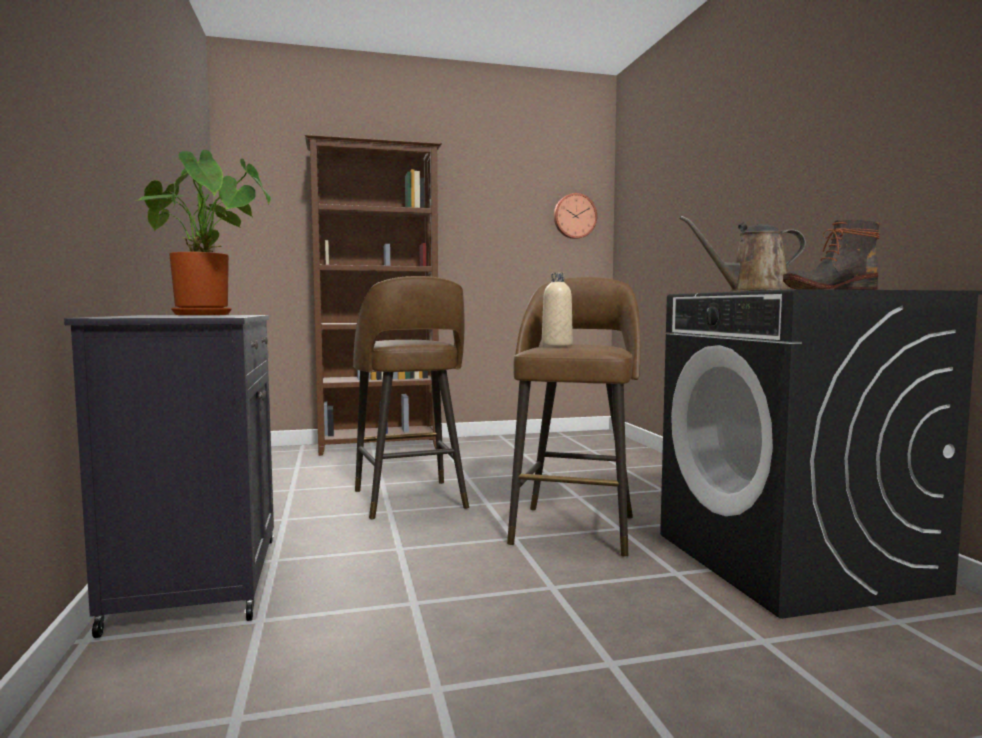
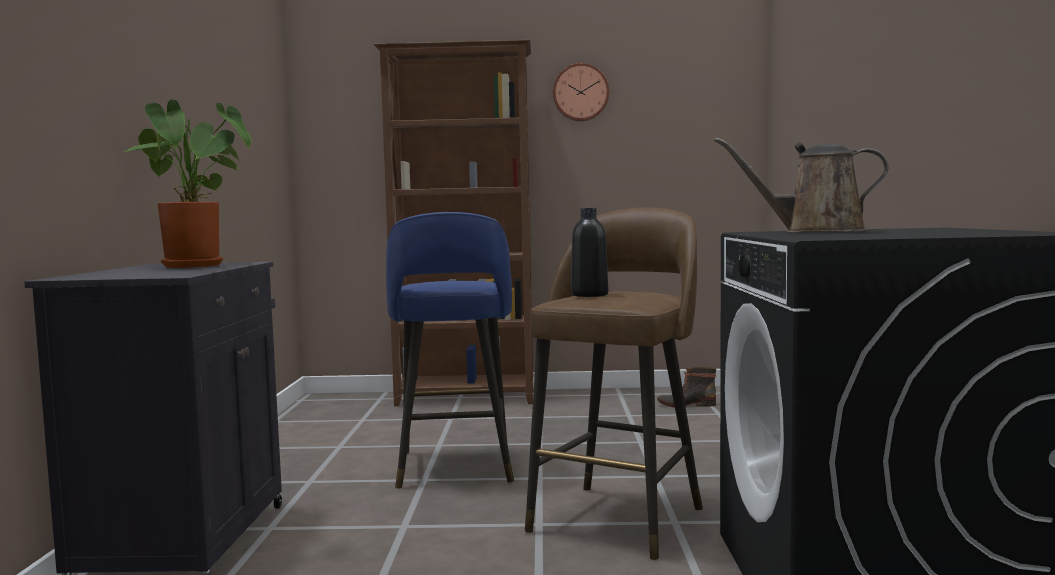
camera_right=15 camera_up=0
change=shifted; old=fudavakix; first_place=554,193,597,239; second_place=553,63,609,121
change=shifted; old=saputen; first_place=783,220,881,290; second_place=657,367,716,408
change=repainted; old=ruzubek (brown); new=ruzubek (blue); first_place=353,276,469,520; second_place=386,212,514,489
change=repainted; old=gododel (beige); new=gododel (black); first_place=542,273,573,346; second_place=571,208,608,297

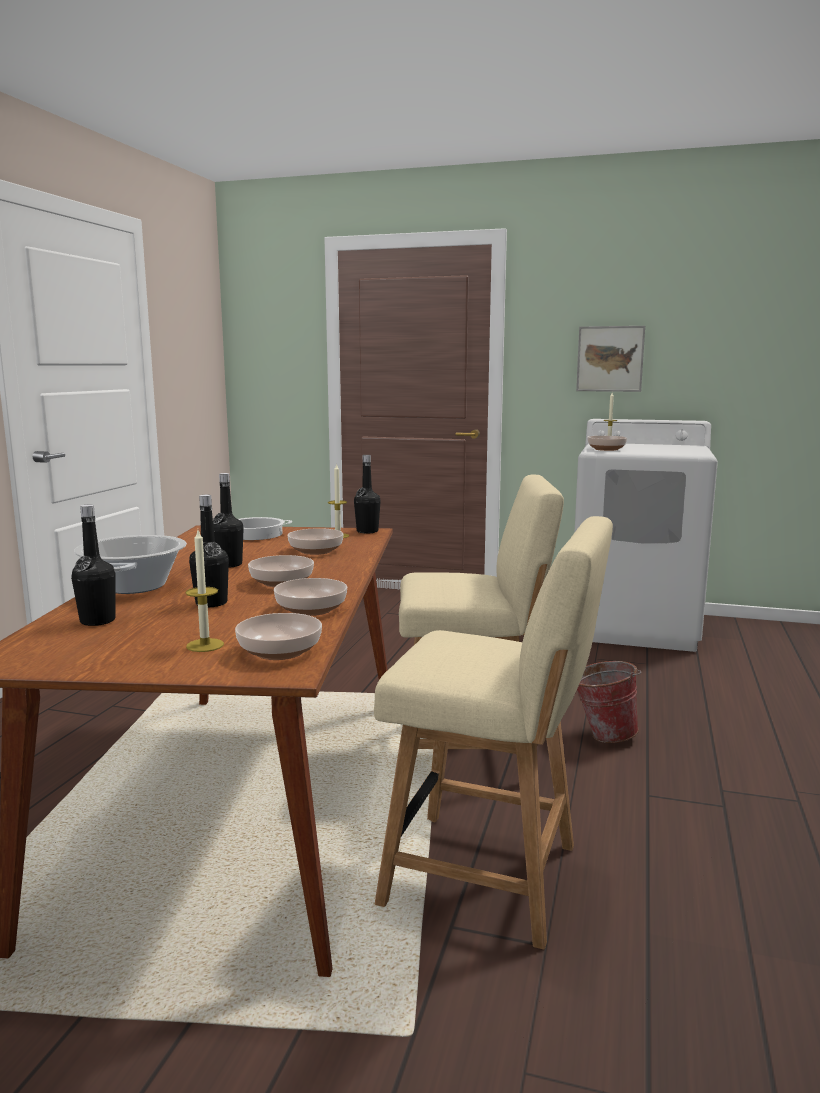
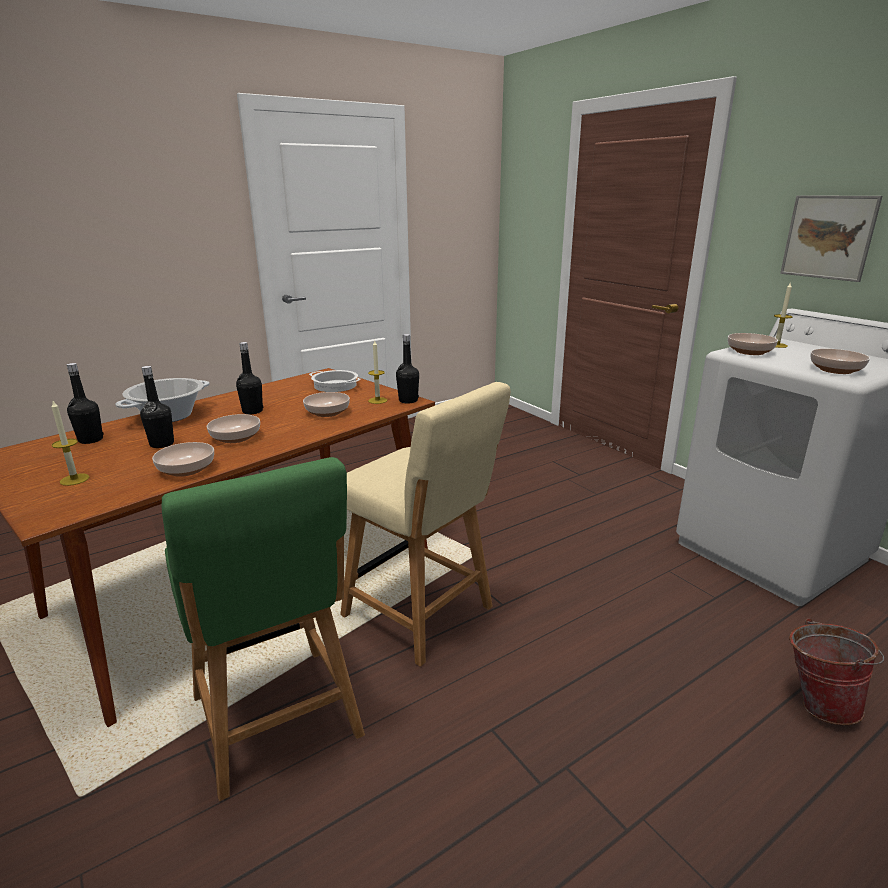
camera_right=40 camera_up=10
change=shifted; old=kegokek; first_place=235,613,322,660; second_place=810,349,870,374
change=shifted; old=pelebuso; first_place=577,661,642,743; second_place=789,619,884,725
change=repainted; old=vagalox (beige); new=vagalox (green); first_place=374,516,613,950; second_place=162,457,365,801

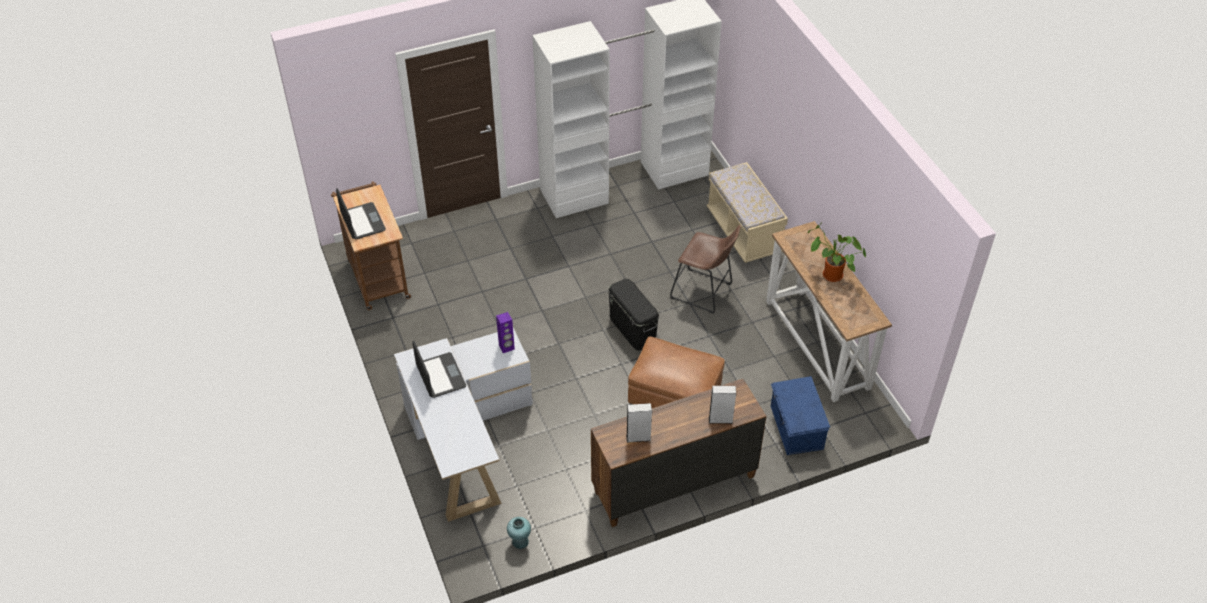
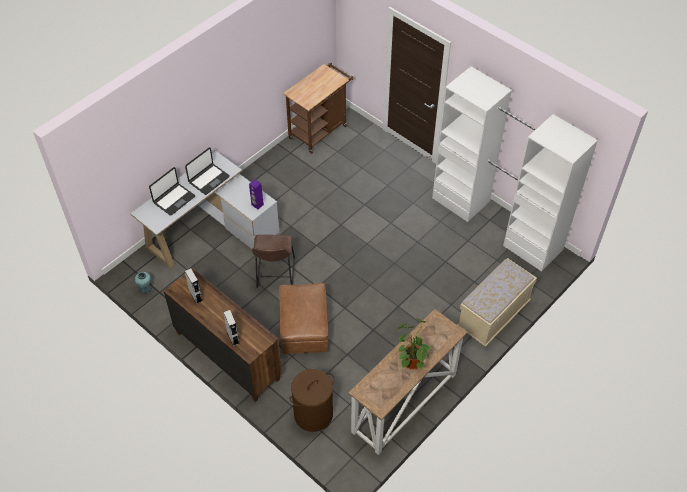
camera_right=65 camera_up=5
change=gone; old=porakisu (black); first_place=608,279,659,351
change=shifted; old=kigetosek; first_place=336,188,386,239; second_place=149,167,195,216
change=shifted; old=ruzubek (brown); first_place=670,225,741,314; second_place=252,235,295,288
change=swapped; old=porakisu (blue); new=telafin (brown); first_place=771,376,830,455; second_place=290,369,335,432

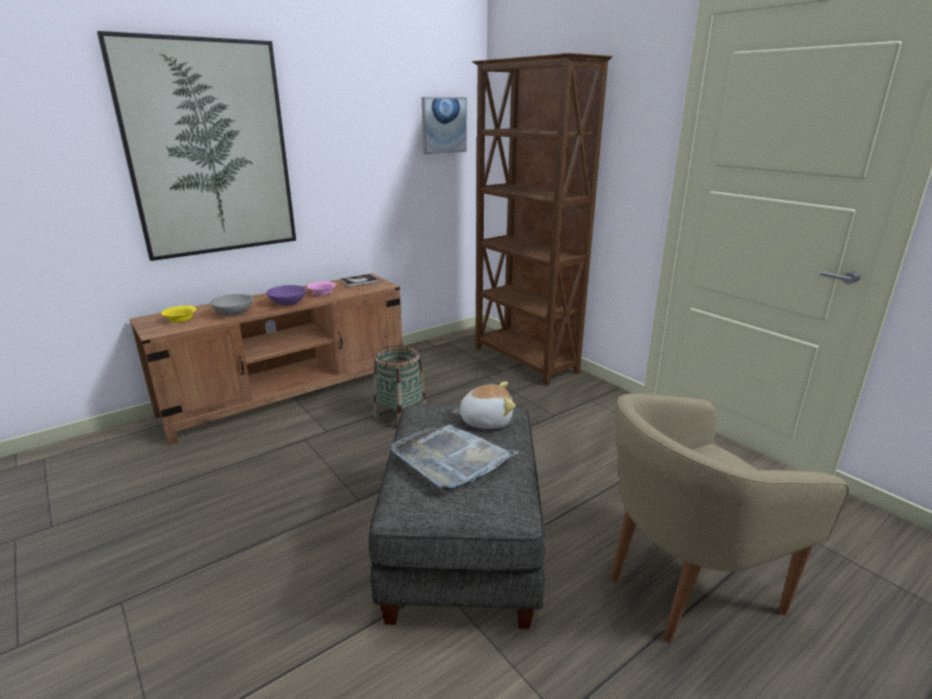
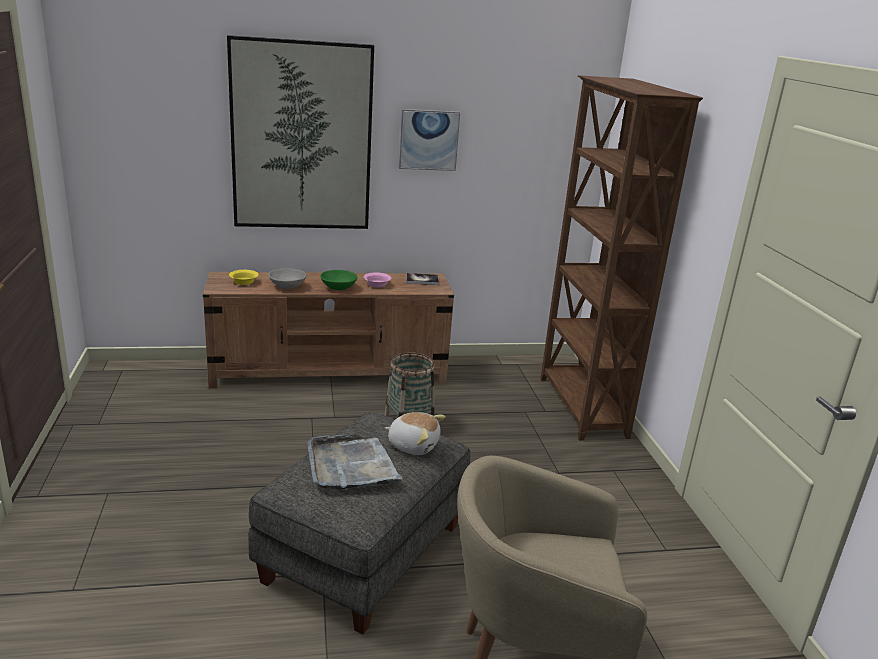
camera_right=25 camera_up=0
change=shifted; old=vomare; first_place=422,97,467,154; second_place=399,109,460,171
change=repainted; old=kegokek (purple); new=kegokek (green); first_place=266,285,306,306; second_place=320,270,357,290

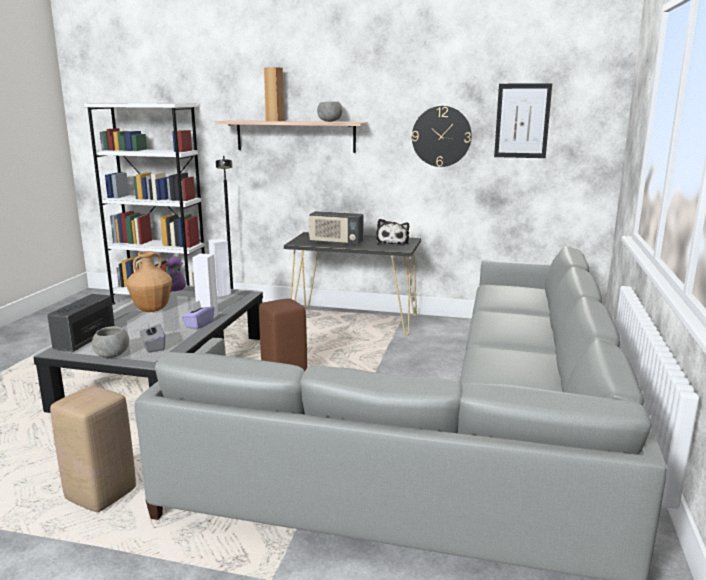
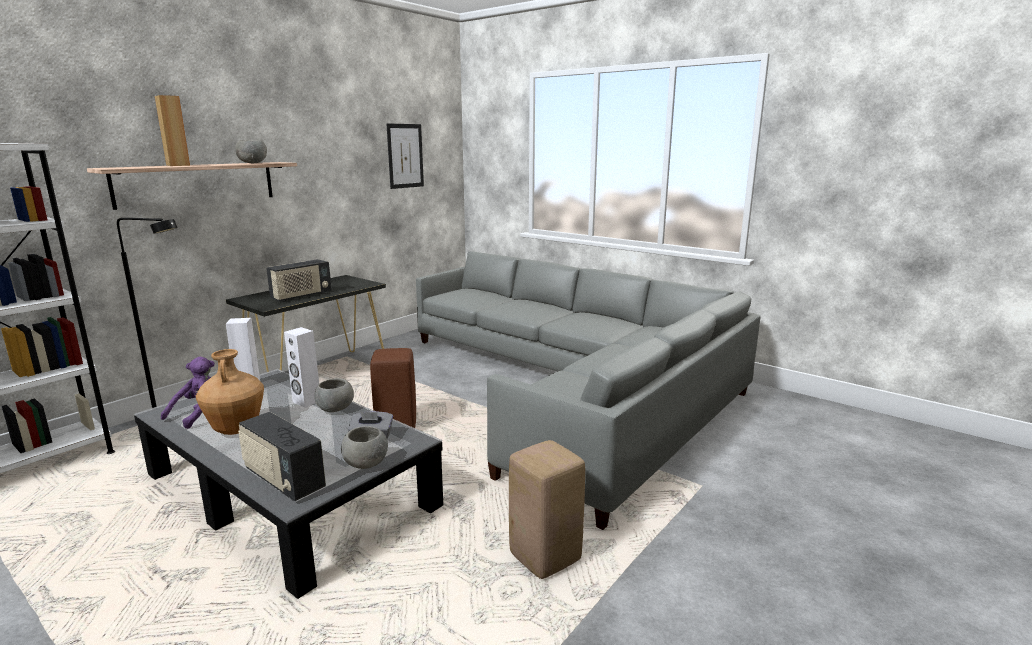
camera_right=-65 camera_up=0
change=gone; old=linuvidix; first_place=376,219,409,245
change=gone; old=fudavakix; first_place=412,106,472,167
change=swapped; old=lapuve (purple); new=kegokek (grey); first_place=182,301,215,329; second_place=314,378,354,412

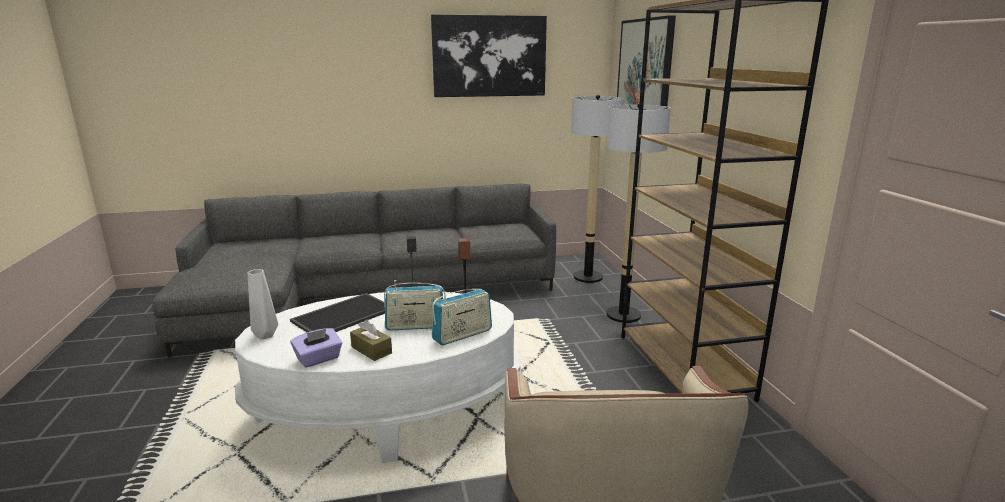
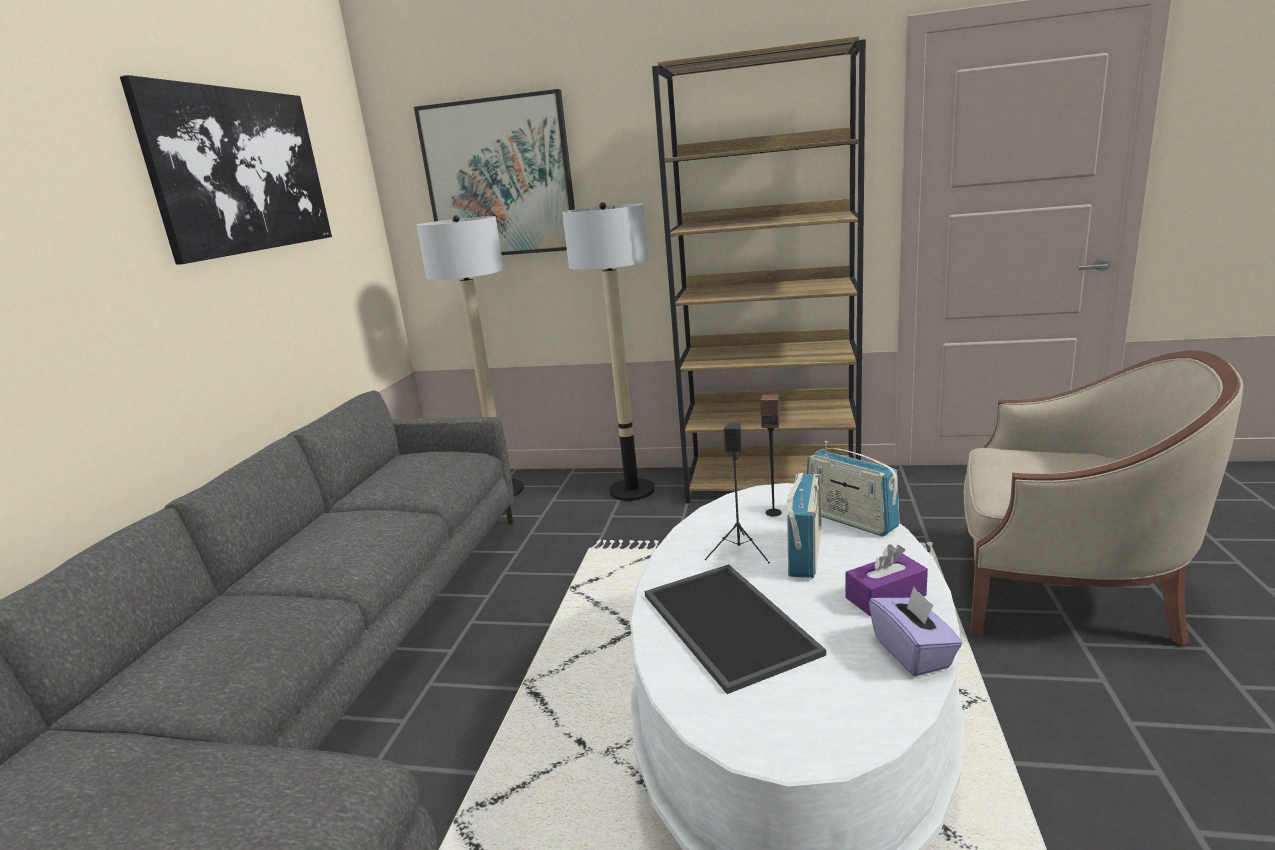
camera_right=-65 camera_up=0
change=gone; old=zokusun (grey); first_place=248,269,278,339
change=repainted; old=lapuve (brown); new=lapuve (purple); first_place=350,319,392,361; second_place=845,544,928,616
change=rotated; old=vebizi; first_place=432,289,492,345; second_place=807,441,900,536; degrees=150

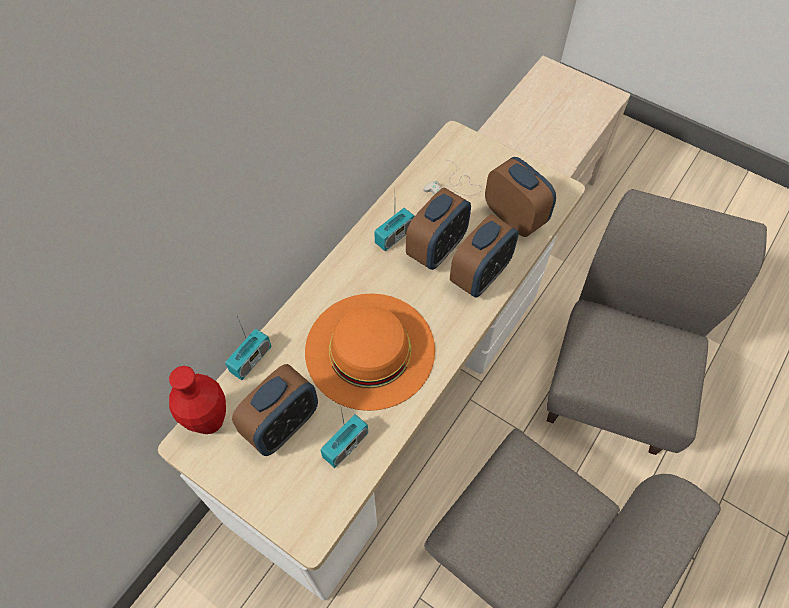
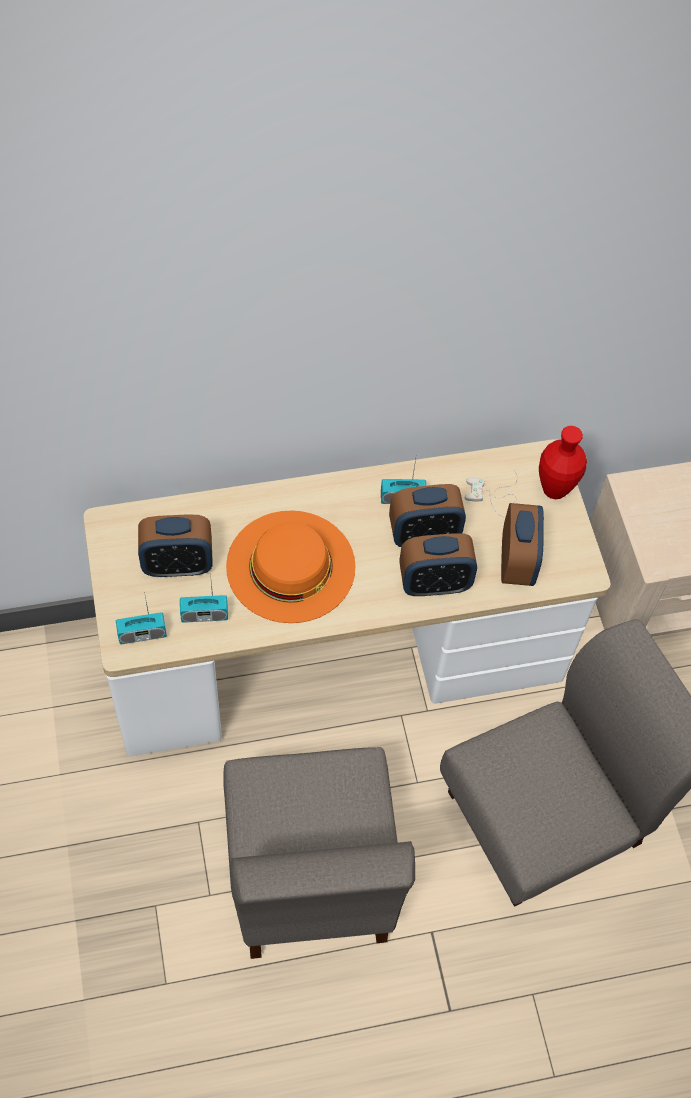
camera_right=40 camera_up=0
change=shifted; old=zokusun (red); first_place=169,366,226,434; second_place=539,426,587,499
change=shifted; old=vebizi; first_place=225,316,271,380; second_place=116,591,167,644

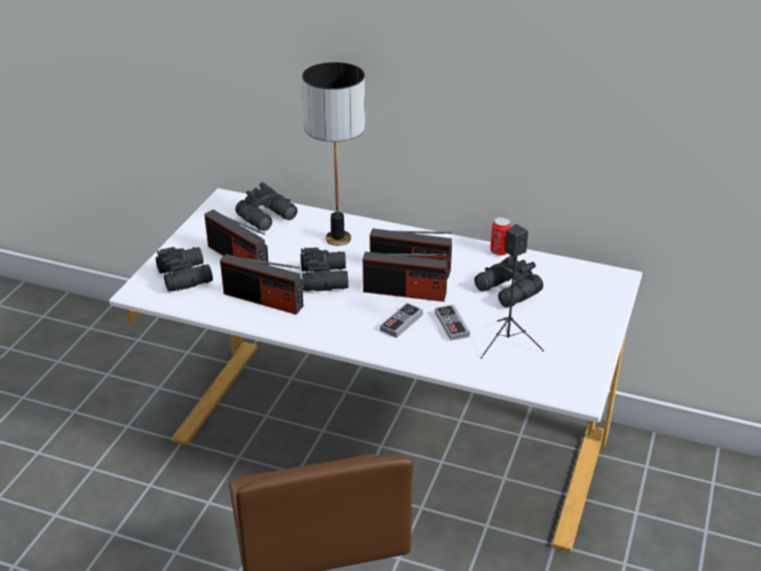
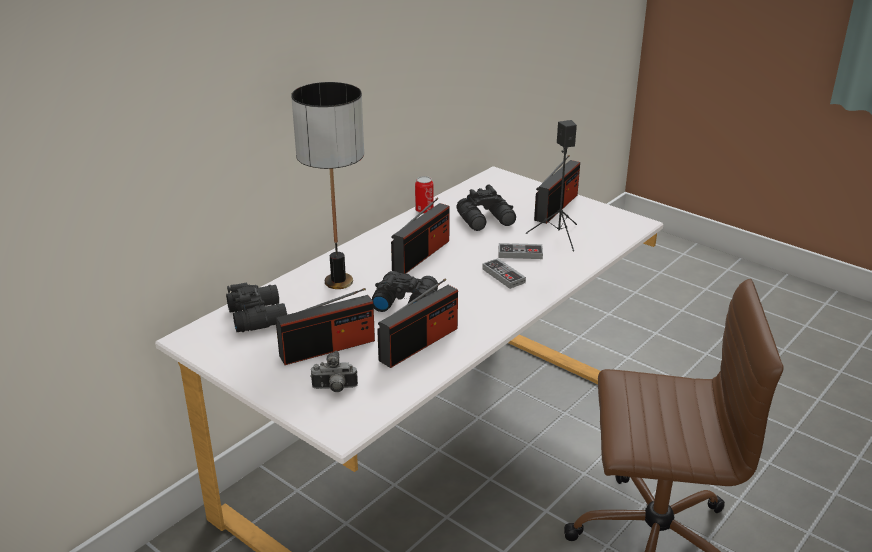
camera_right=-70 camera_up=-5
change=shifted; old=vebizi; first_place=363,252,448,302; second_place=534,155,580,224
change=swapped; old=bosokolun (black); new=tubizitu; first_place=156,247,213,292; second_place=310,351,358,392

